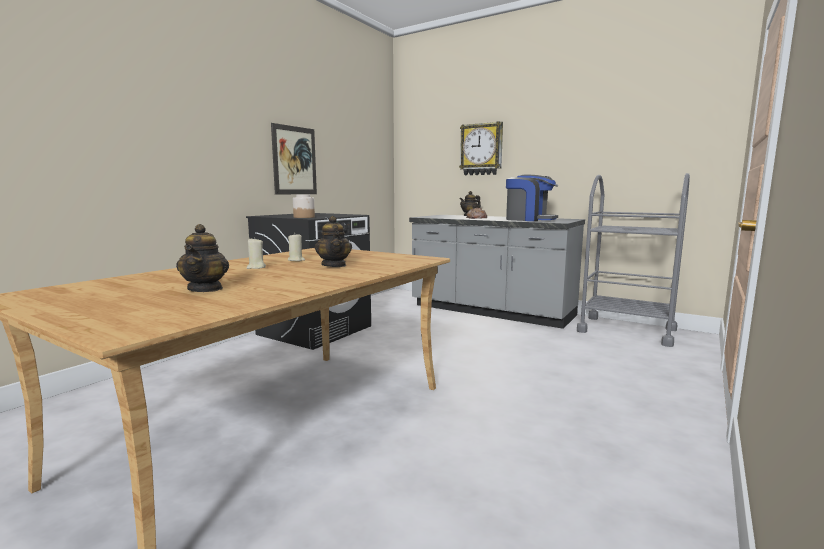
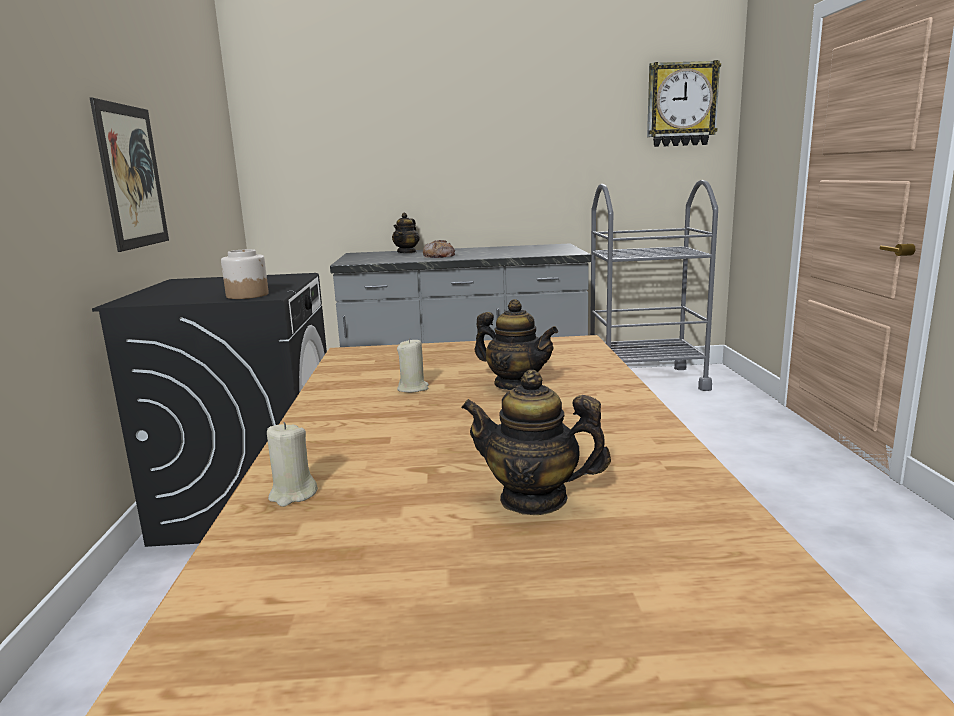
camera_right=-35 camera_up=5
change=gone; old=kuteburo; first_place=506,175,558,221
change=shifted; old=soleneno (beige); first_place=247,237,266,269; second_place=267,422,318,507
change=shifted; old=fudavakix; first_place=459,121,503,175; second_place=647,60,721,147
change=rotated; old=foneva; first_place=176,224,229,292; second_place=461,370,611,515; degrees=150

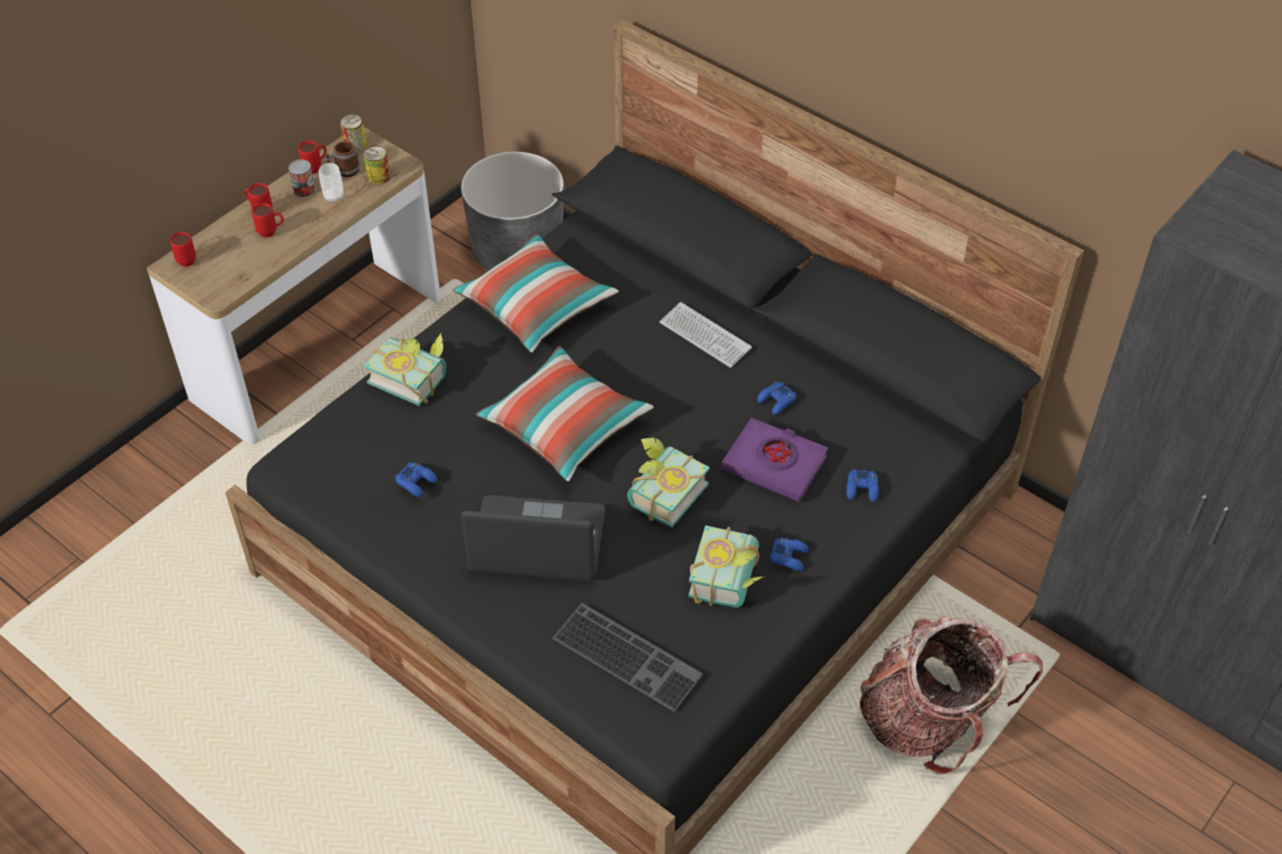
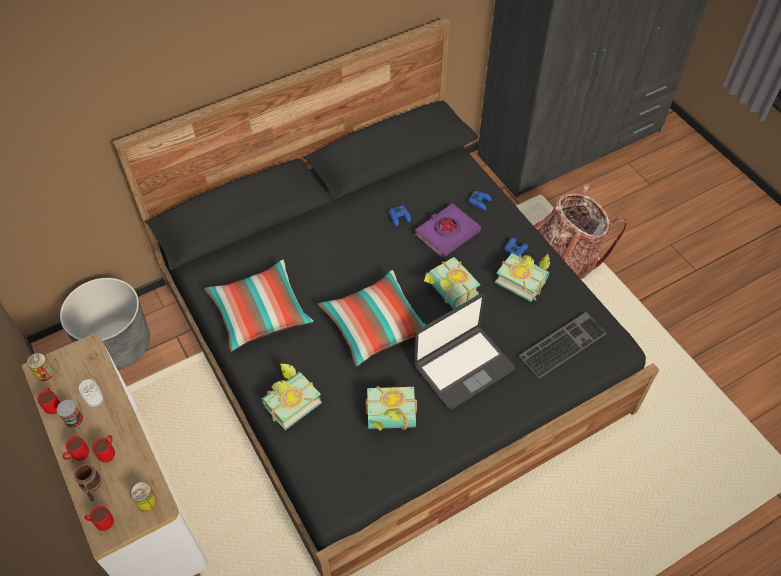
camera_right=-70 camera_up=5
change=gone; old=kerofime; first_place=660,302,752,368
change=shifted; old=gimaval; first_place=325,141,360,177; second_place=74,464,102,501
change=shifted; old=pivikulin; first_place=364,146,390,184; second_place=130,482,157,512
change=swapped; old=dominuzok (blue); new=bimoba; first_place=395,462,437,497; second_place=365,386,417,431
change=rotated; old=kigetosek; first_place=461,495,605,581; second_place=414,293,515,410; degrees=-150

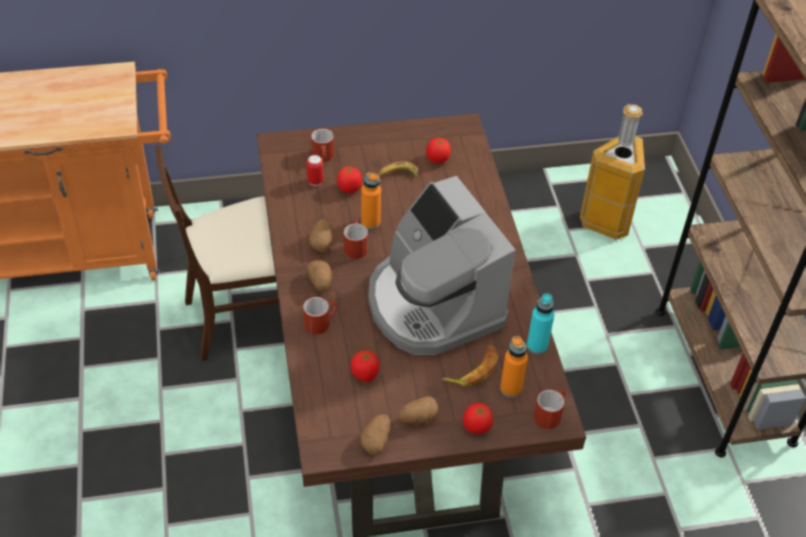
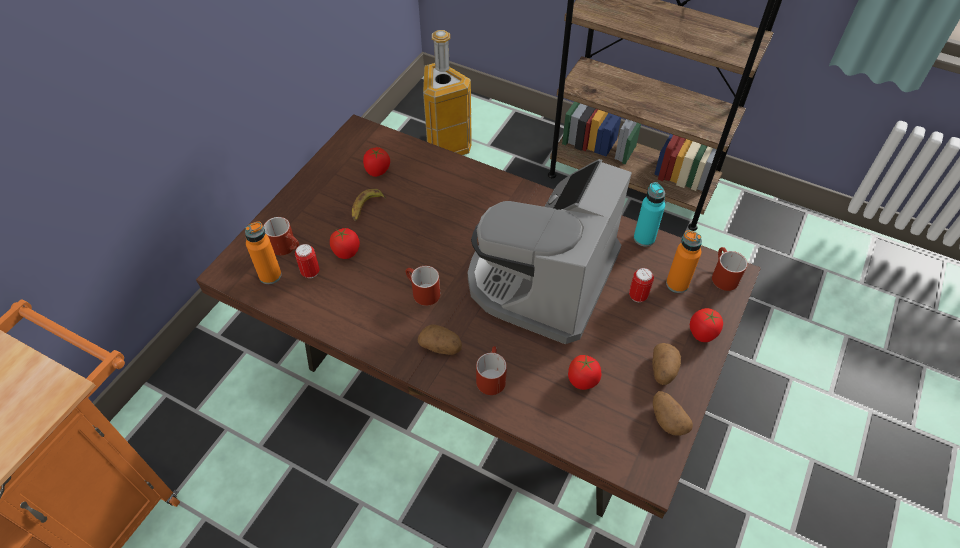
camera_right=-50 camera_up=5
change=gone; old=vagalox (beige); first_place=156,145,279,361
change=gone; old=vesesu; first_place=309,219,332,252
change=shifted; old=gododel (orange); first_place=361,172,381,229; second_place=245,221,282,284
change=swapped; old=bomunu; new=pivikulin; first_place=442,345,499,386; second_place=629,268,654,302
change=rotated; old=kuteburo; first_place=368,176,515,355; second_place=468,159,632,344; degrees=105

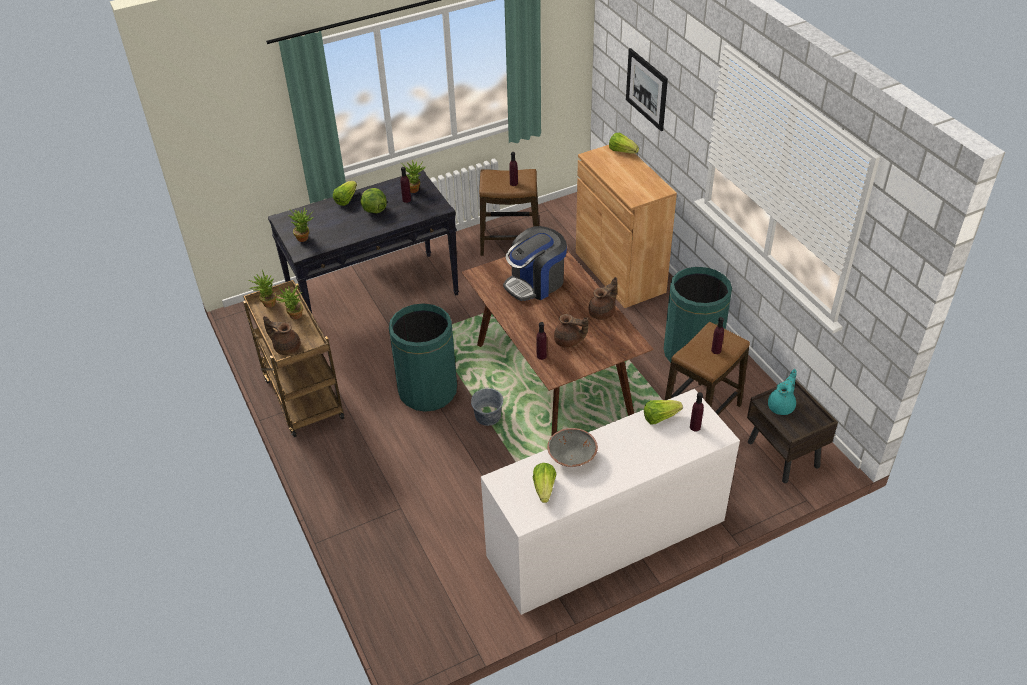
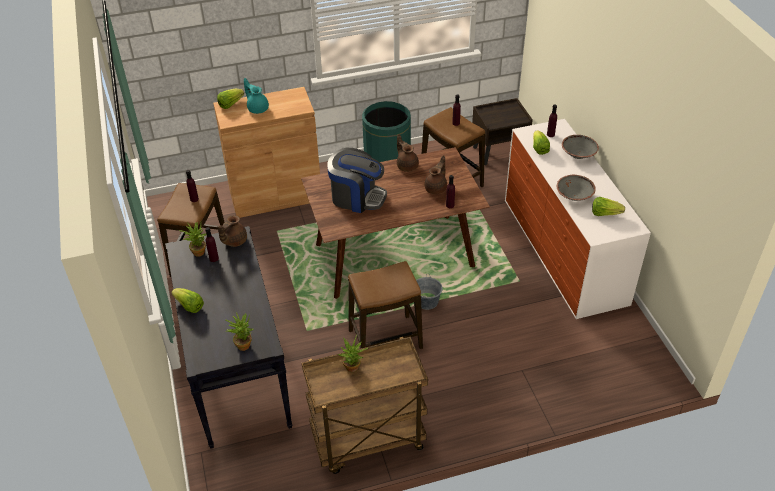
camera_right=-80 camera_up=0
change=gone; old=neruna; first_place=248,270,276,308
change=gone; old=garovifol; first_place=361,188,387,213
change=gone; old=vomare; first_place=626,48,668,131
change=new; new=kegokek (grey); second_place=562,135,599,159
change=shifted; old=foneva (brown); first_place=263,316,301,355; second_place=218,215,247,247
change=shifted; old=foneva (turquoise); first_place=768,369,797,415; second_place=244,78,269,114
change=swapped; old=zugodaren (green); new=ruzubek; first_place=389,303,457,412; second_place=348,261,423,349
change=rotated; old=kuteburo; first_place=503,226,567,301; second_place=327,148,387,213; degrees=-45

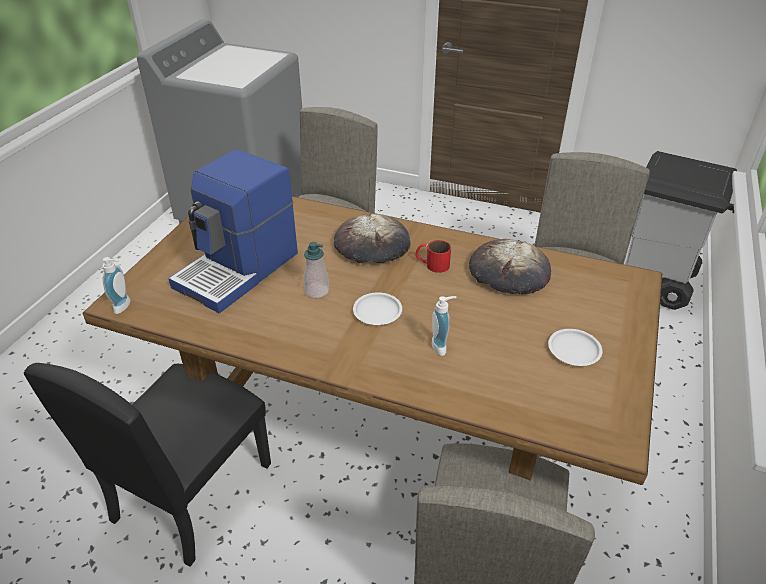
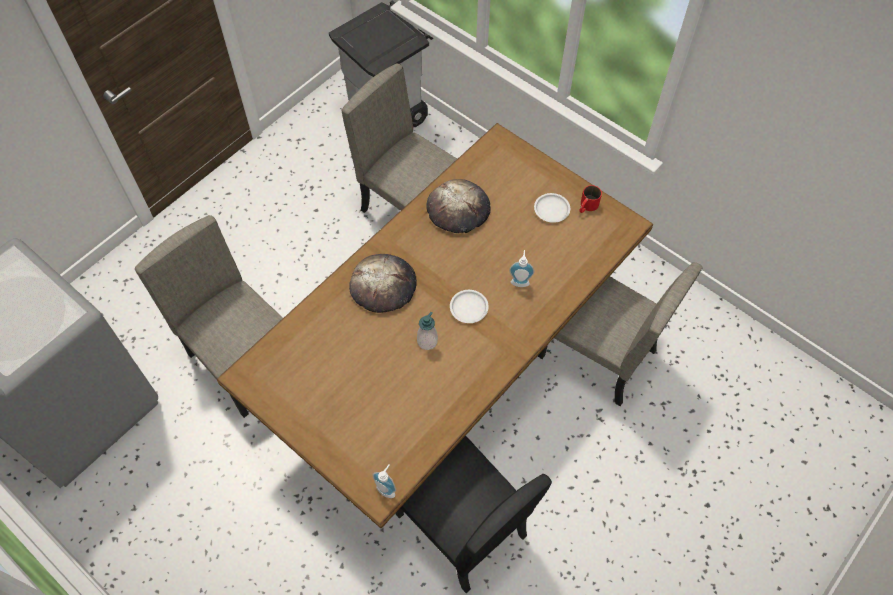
camera_right=-70 camera_up=20
change=gone; old=kuteburo; first_place=168,149,298,313
change=shifted; old=gimaval (red); first_place=416,240,451,273; second_place=579,185,602,213

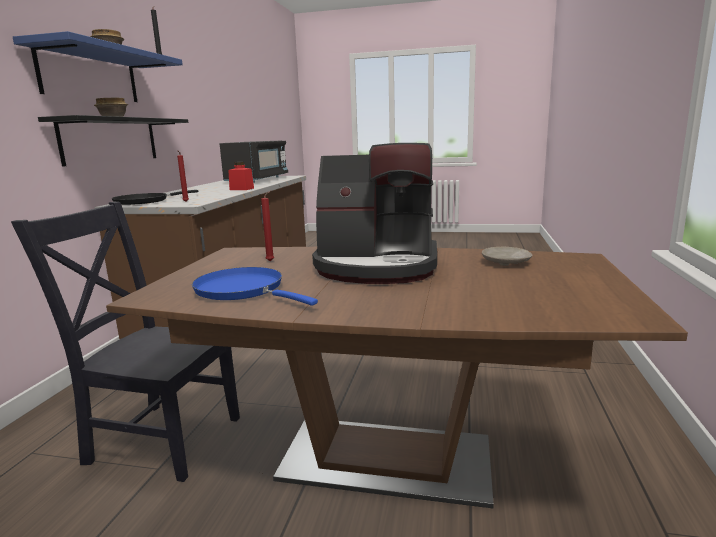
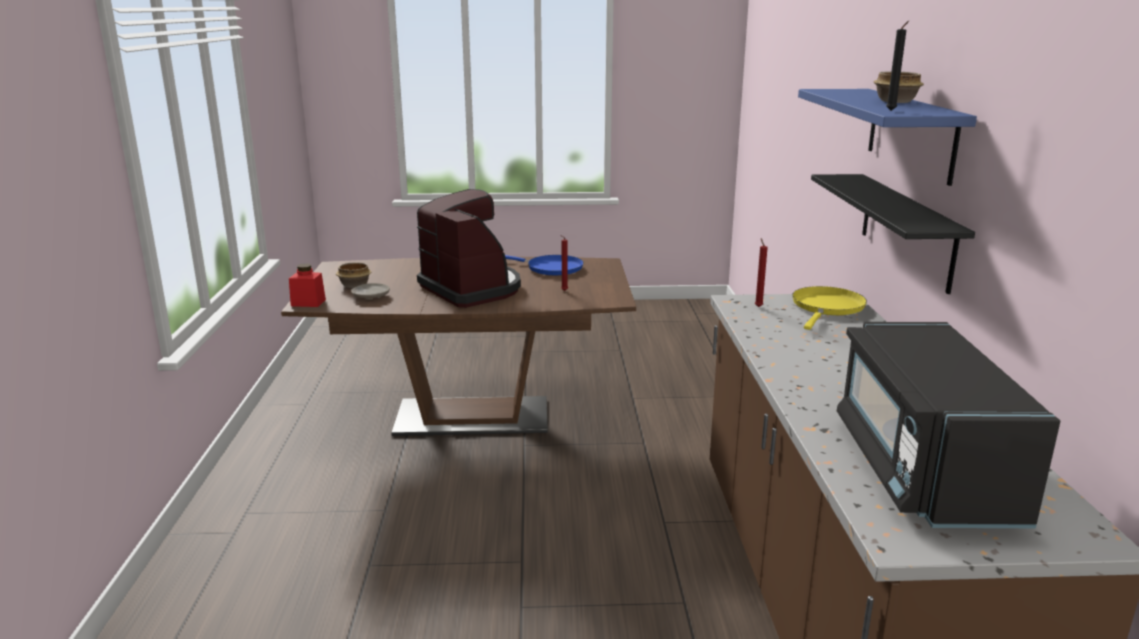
camera_right=165 camera_up=5
change=gone; old=vagalox (black); first_place=11,202,240,482
change=shifted; old=kegokek; first_place=94,98,128,117; second_place=336,262,371,288
change=shifted; old=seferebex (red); first_place=228,162,254,190; second_place=289,263,326,307
change=repainted; old=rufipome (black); new=rufipome (yellow); first_place=112,190,198,205; second_place=792,286,867,330
change=rotated; old=kuteburo; first_place=312,143,437,284; second_place=417,189,521,308; degrees=60

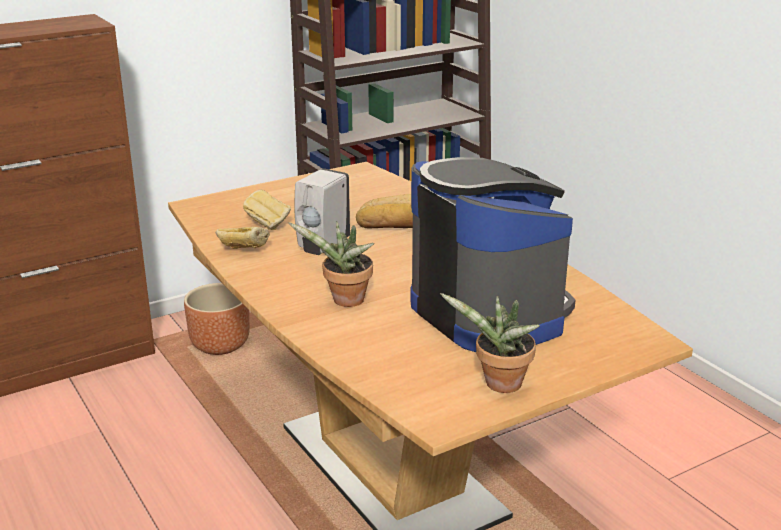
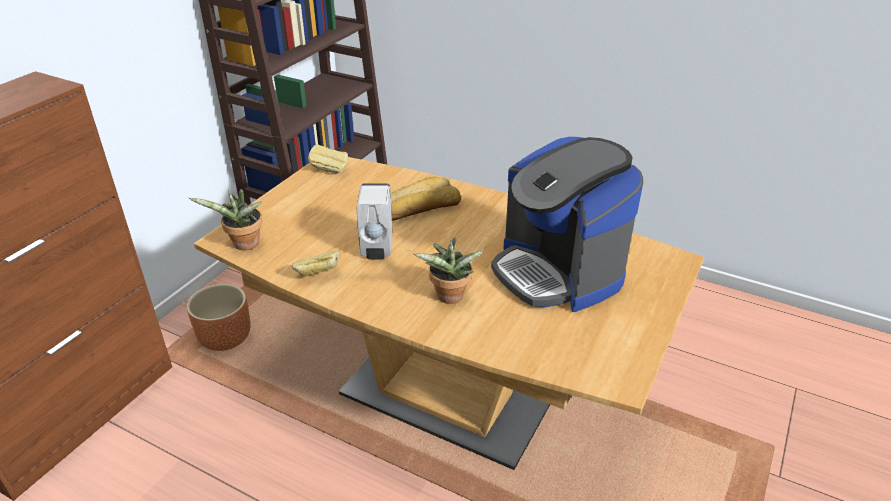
camera_right=-30 camera_up=10
change=shifted; old=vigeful; first_place=243,189,291,230; second_place=308,145,348,174
change=shifted; old=neruna; first_place=440,293,540,393; second_place=189,189,262,250
change=rotated; old=kuteburo; first_place=411,157,575,352; second_place=491,137,643,312; degrees=-150

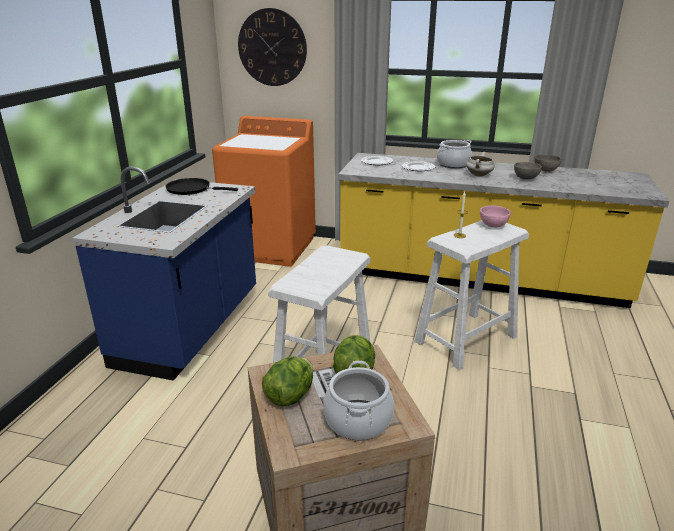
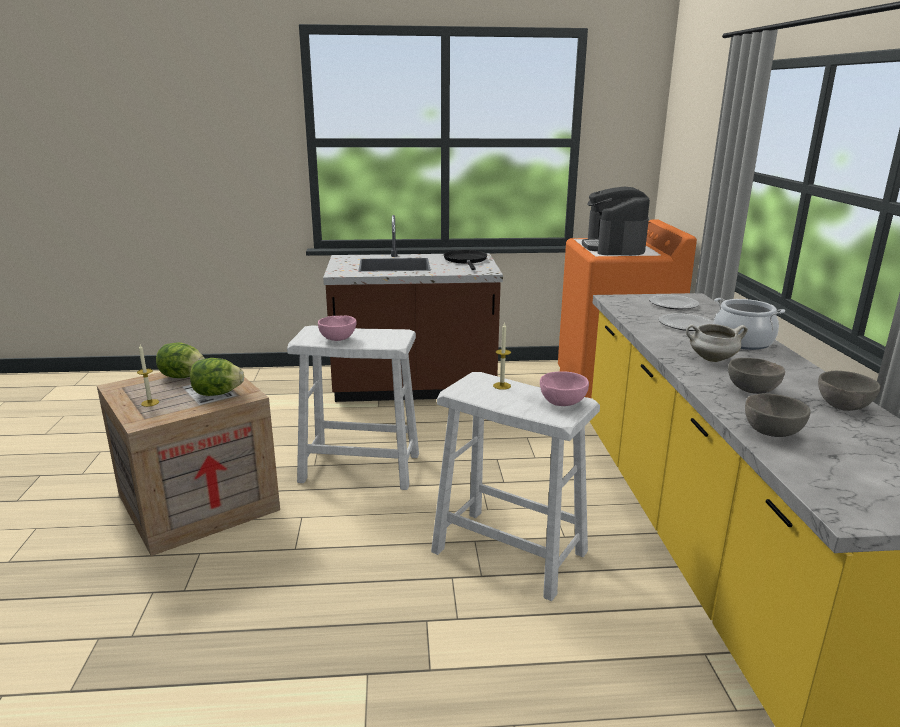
camera_right=70 camera_up=-5
change=gone; old=fudavakix; first_place=238,8,307,86
change=new; new=kegokek (pink); second_place=318,315,357,341
change=new; new=kuteburo; second_place=582,187,650,256
change=new; new=kegokek (grey); second_place=745,393,811,437
change=swapped; old=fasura; new=soleneno; first_place=323,361,394,440; second_place=137,345,159,407
change=repainted; old=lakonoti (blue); new=lakonoti (brown); first_place=72,167,256,381; second_place=323,215,503,402

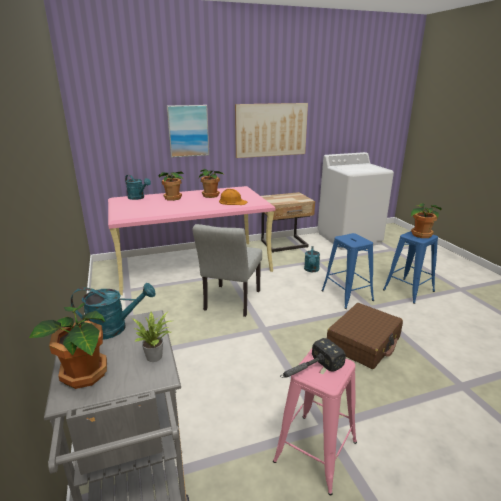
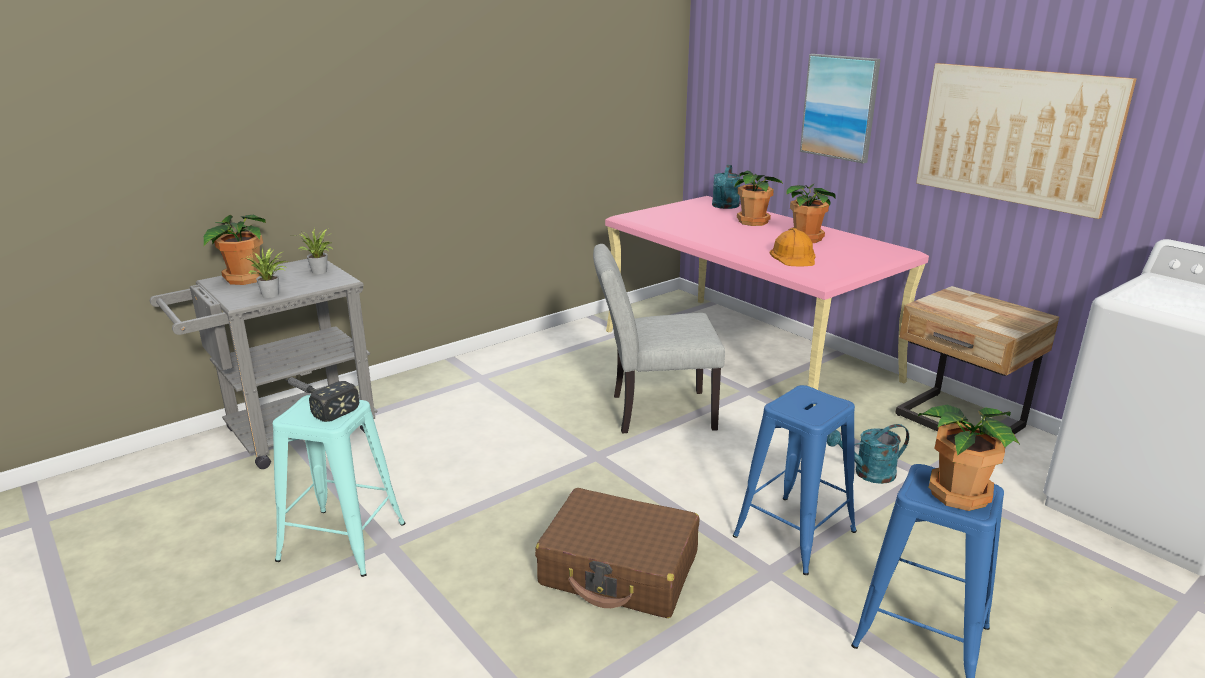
camera_right=70 camera_up=0
change=swapped; old=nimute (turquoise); new=neruna; first_place=71,283,156,339; second_place=295,228,333,274
change=repainted; old=ruzubek (pink); new=ruzubek (turquoise); first_place=273,349,357,495; second_place=273,394,405,577

